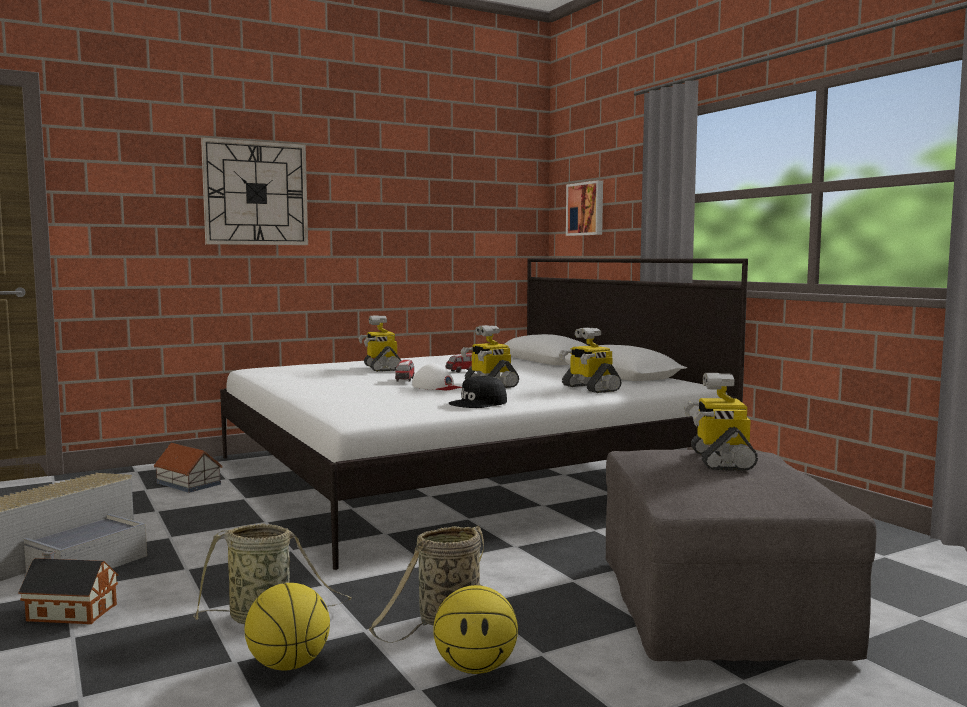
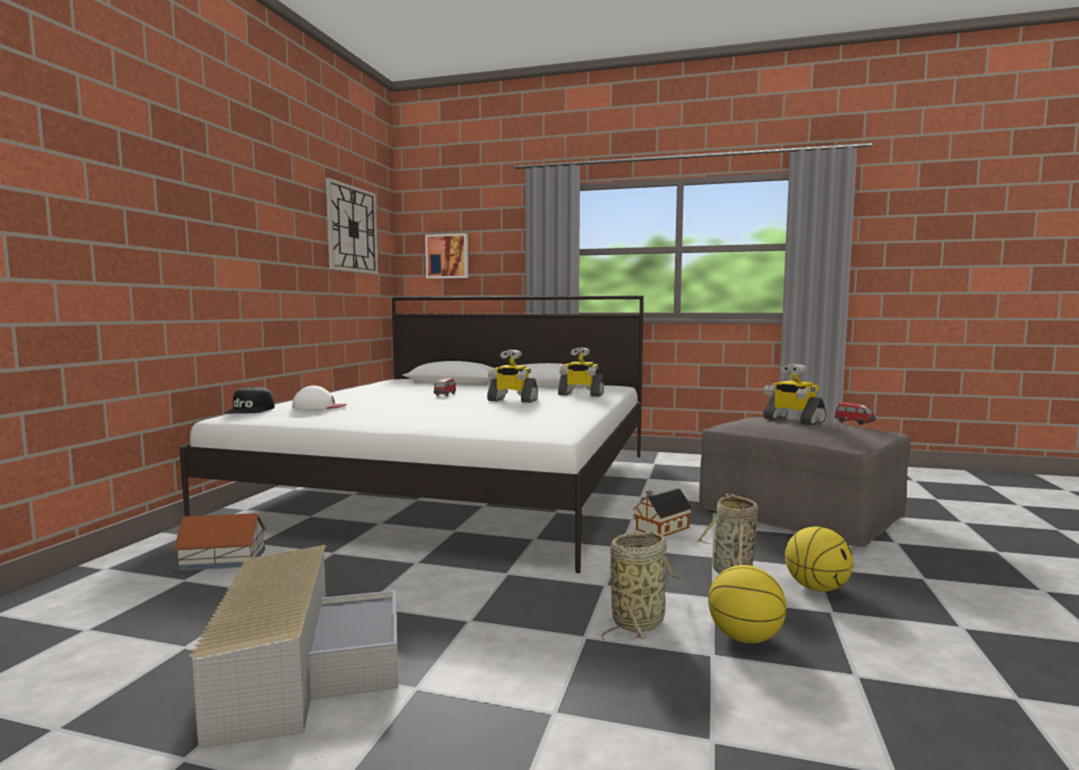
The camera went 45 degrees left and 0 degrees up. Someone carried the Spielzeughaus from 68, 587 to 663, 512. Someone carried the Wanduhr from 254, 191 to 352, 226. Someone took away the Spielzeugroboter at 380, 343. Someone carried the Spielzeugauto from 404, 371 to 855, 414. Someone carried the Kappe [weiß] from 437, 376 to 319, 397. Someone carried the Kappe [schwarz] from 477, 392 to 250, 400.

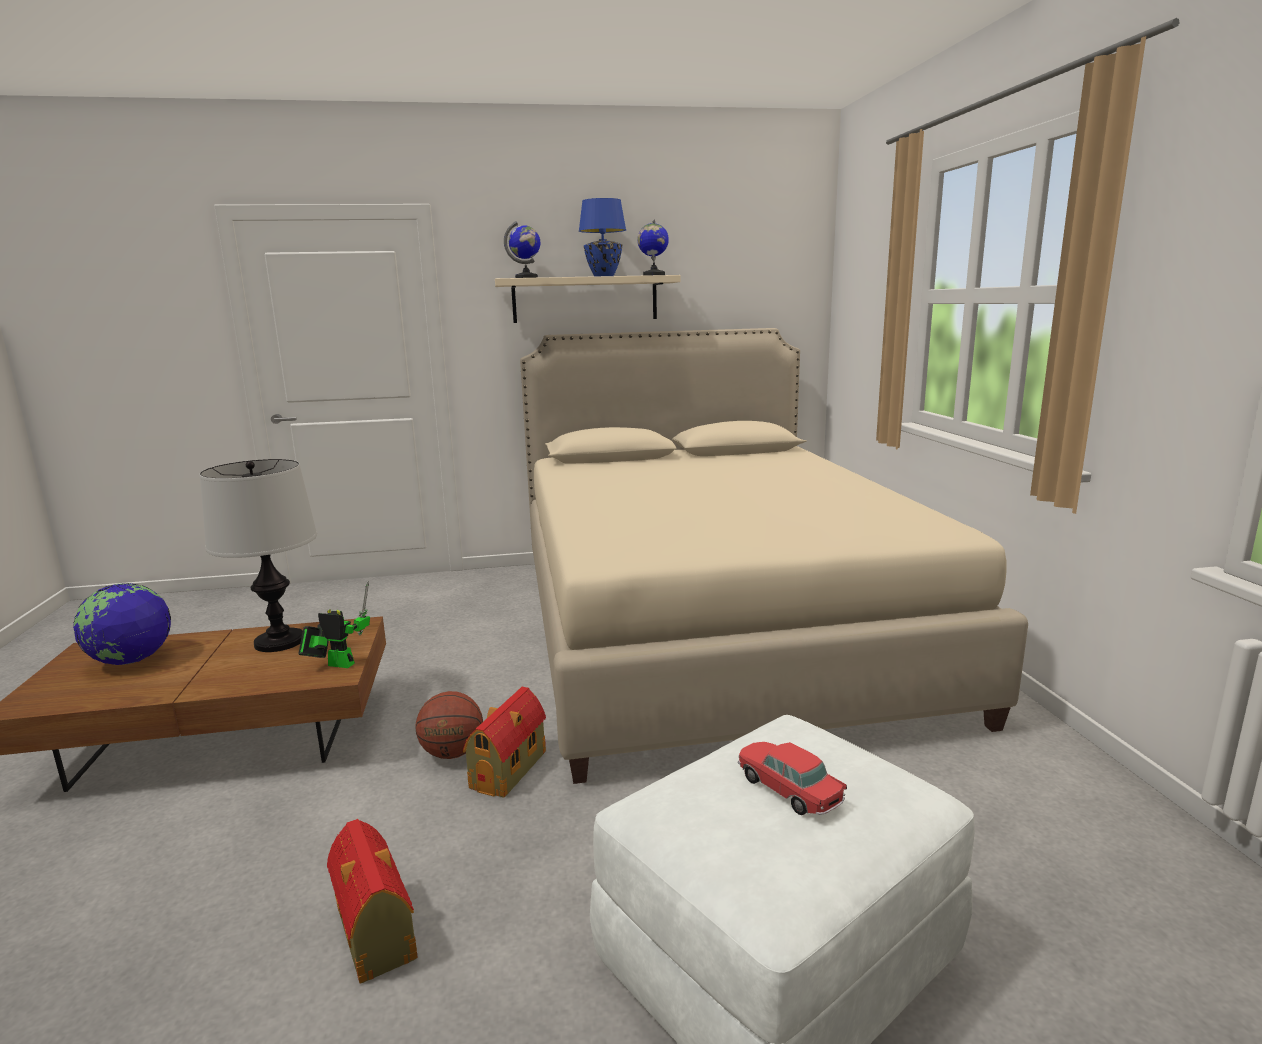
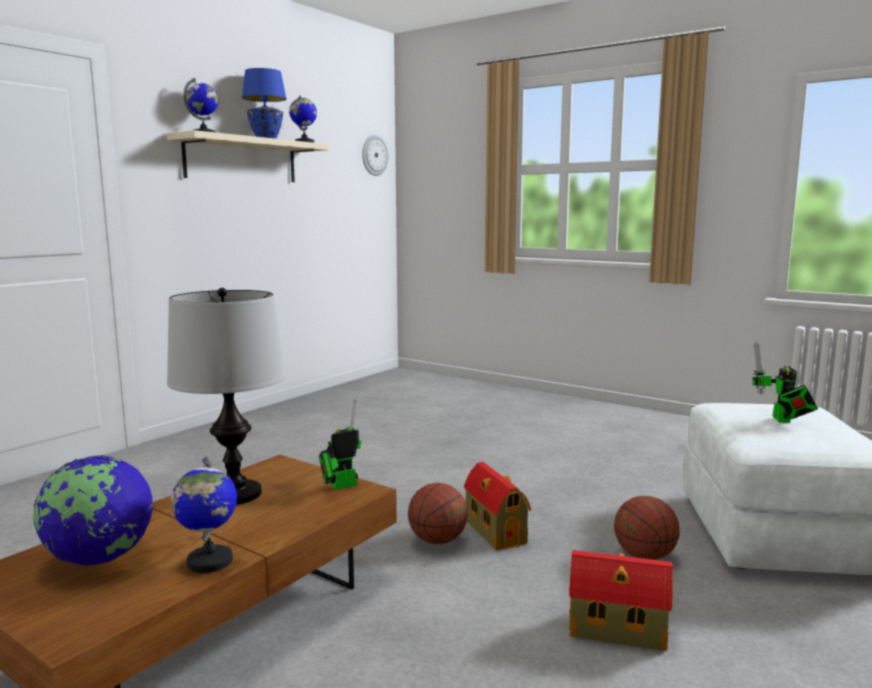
The camera went 45 degrees left and 5 degrees down. Someone took away the Bett [beige] at 774, 556. Someone swapped the Spielzeugauto at 792, 778 for the Spielzeugroboter at 785, 382. Someone put down the Globus at 204, 514. Someone put up the Wanduhr at 375, 155. Someone put down the Basketball at 647, 528.

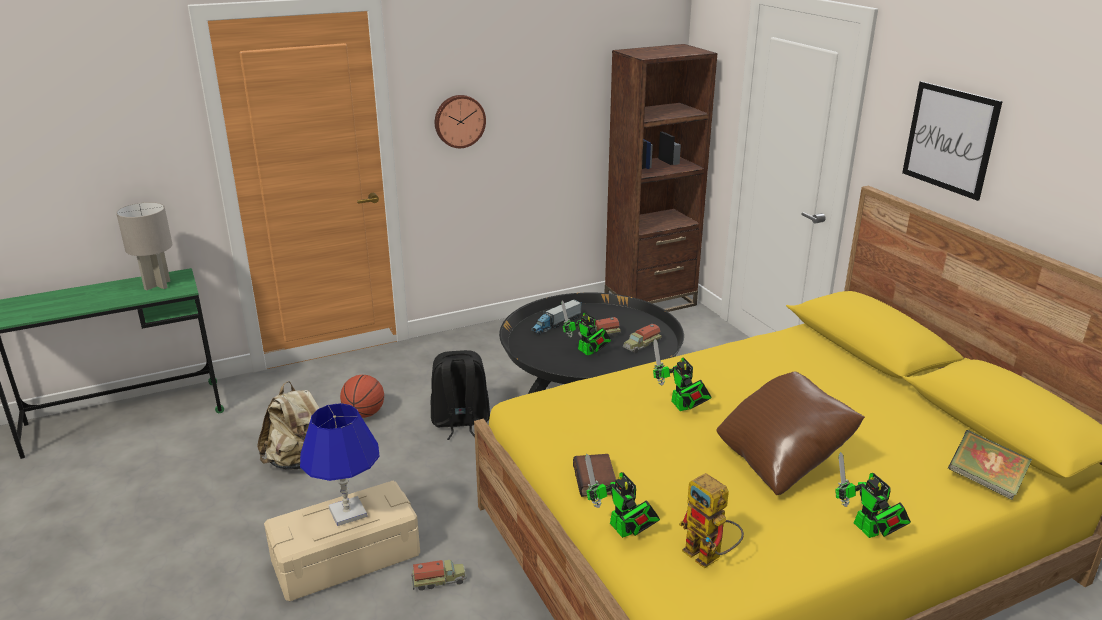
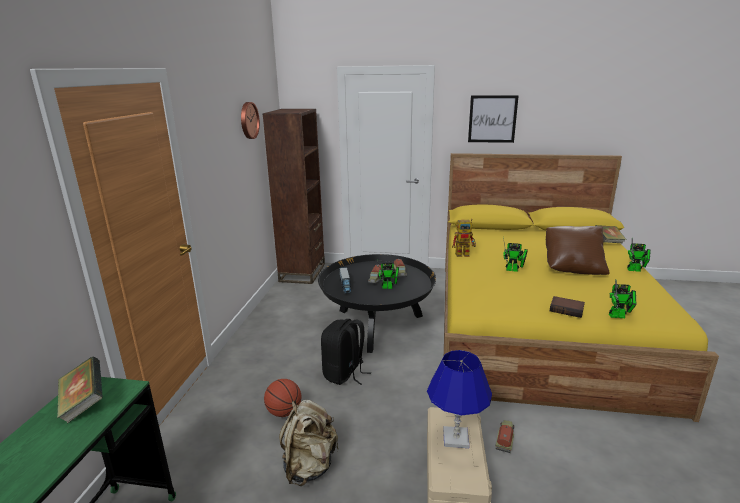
The camera went 55 degrees left and 5 degrees down. Someone swapped the Tischlampe [grau] at 144, 246 for the Buch at 80, 390. Someone carried the Wanduhr from 460, 121 to 250, 120. Someone carried the Spielzeugroboter from 711, 520 to 464, 238.

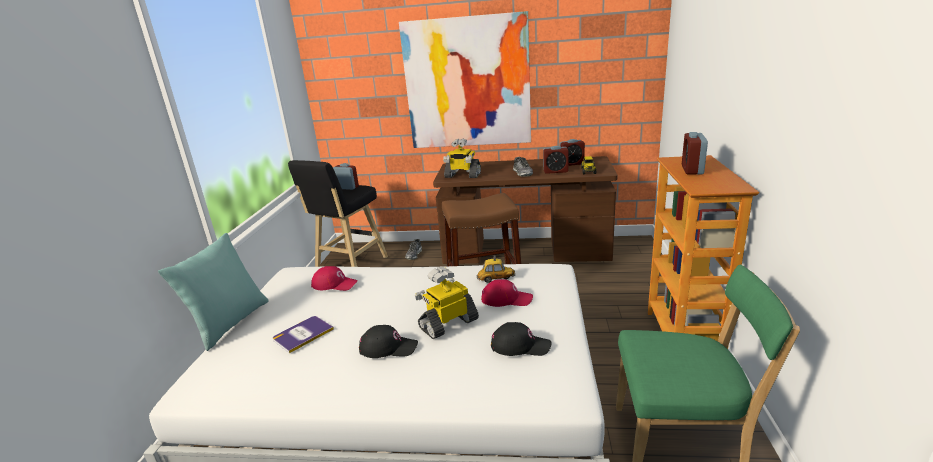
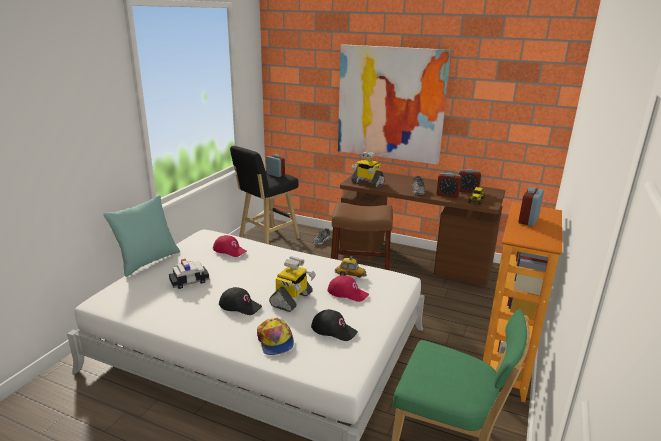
The camera went 15 degrees right and 0 degrees up. Someone swapped the Buch at 303, 334 for the Spielzeugauto at 189, 274. Someone rotated the Spielzeugroboter at 447, 303 by 135 degrees clockwise. Someone put down the Kappe at 275, 336.

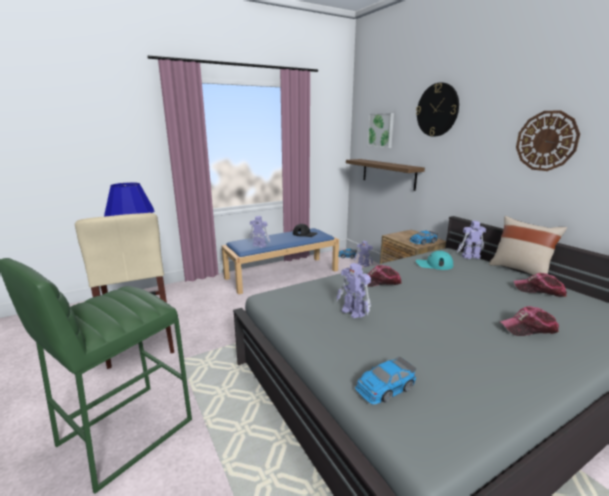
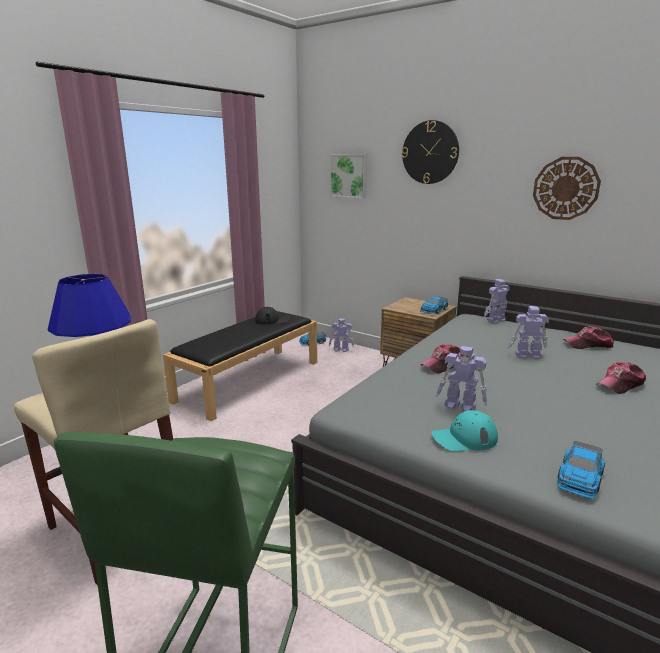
The camera went 25 degrees left and 0 degrees up. Someone repainted the Bank [blau] at 280, 261, which became the Bank [schwarz] at 240, 366. Someone carried the Spielzeugroboter from 260, 232 to 528, 332. Someone took away the Wandregal at 385, 175. Someone carried the Kappe [türkis] from 434, 260 to 465, 431. Someone took away the Kissen [beige] at 528, 245.

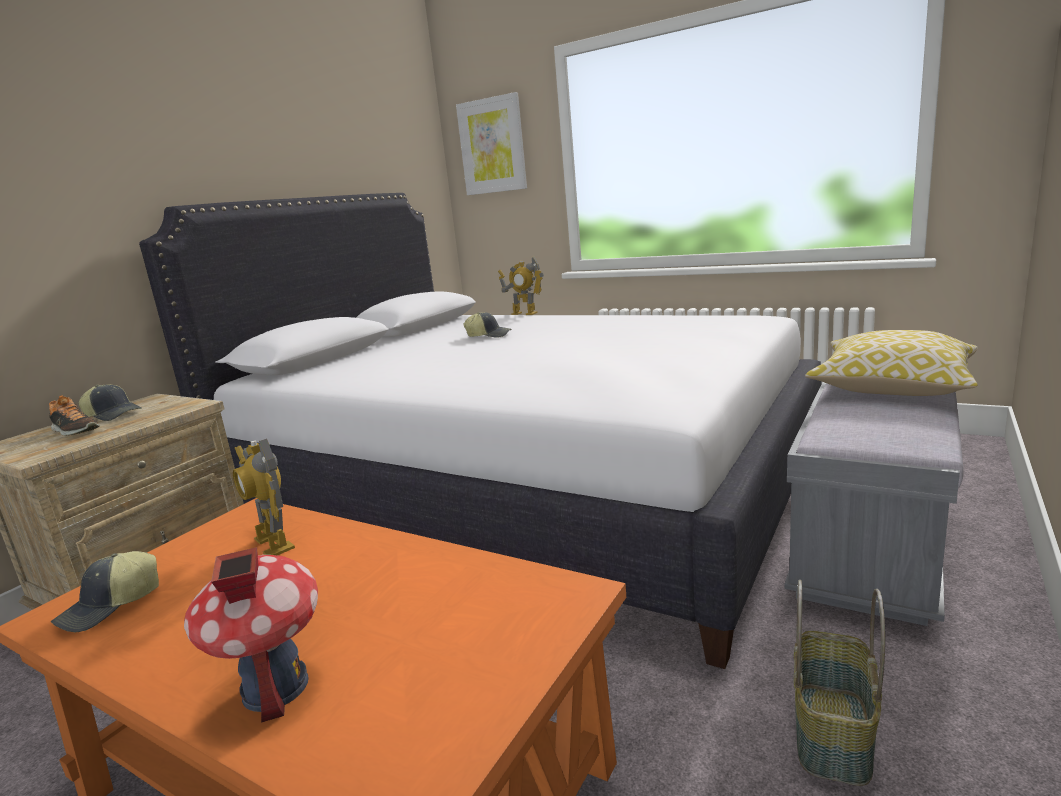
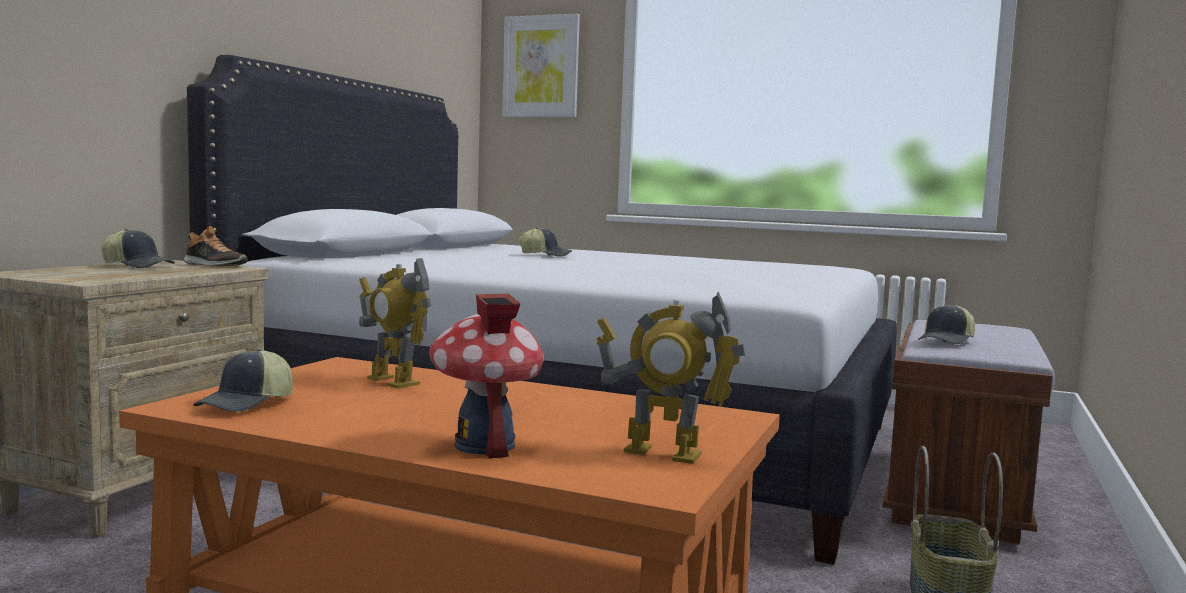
The camera went 10 degrees left and 10 degrees down. Someone carried the Schuh from 74, 415 to 216, 246. Someone carried the Spielzeugroboter from 521, 285 to 671, 378. Someone repainted the Bank [grau] at 874, 504, which became the Bank [braun] at 969, 432. Someone took away the Kissen at 891, 363. Someone put down the Kappe at 946, 324.

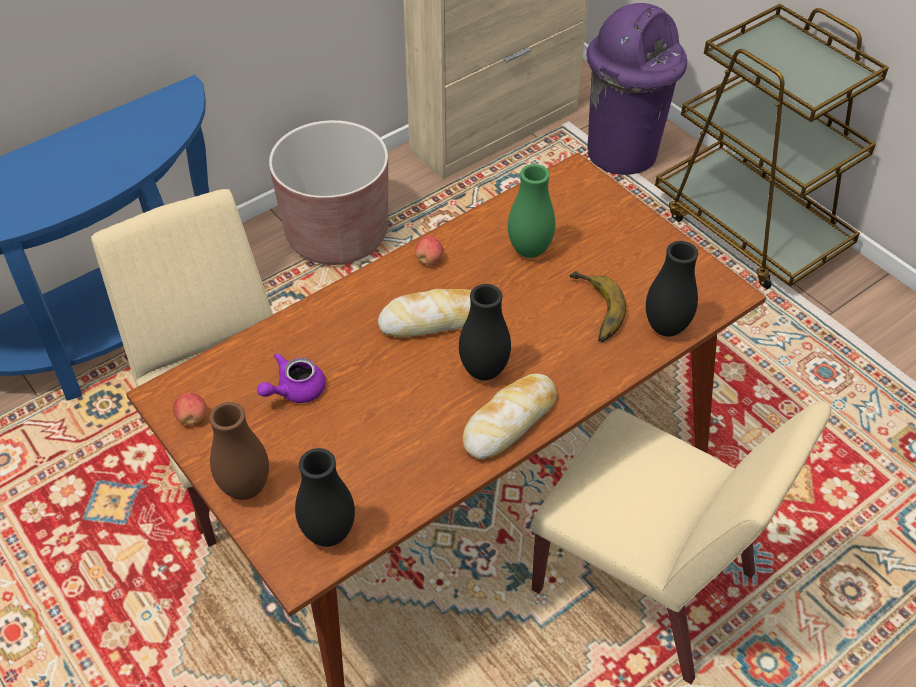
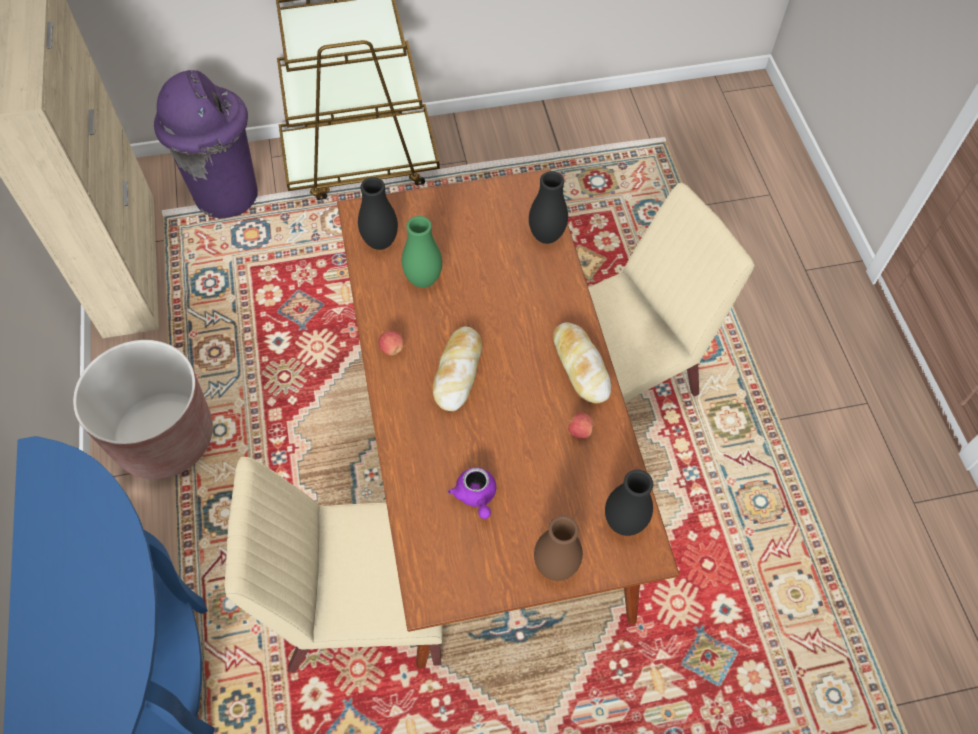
The camera went 65 degrees left and 10 degrees up. Someone carried the Apfel from 190, 409 to 581, 426. Someone carried the Vase [schwarz] from 485, 332 to 378, 213. Someone took away the Banane at 597, 306.

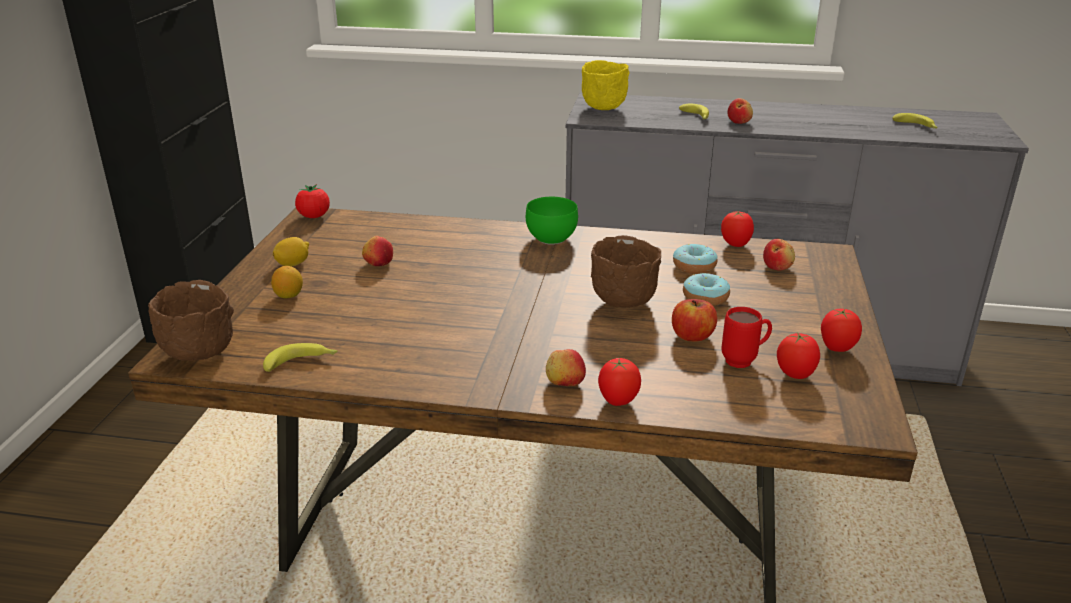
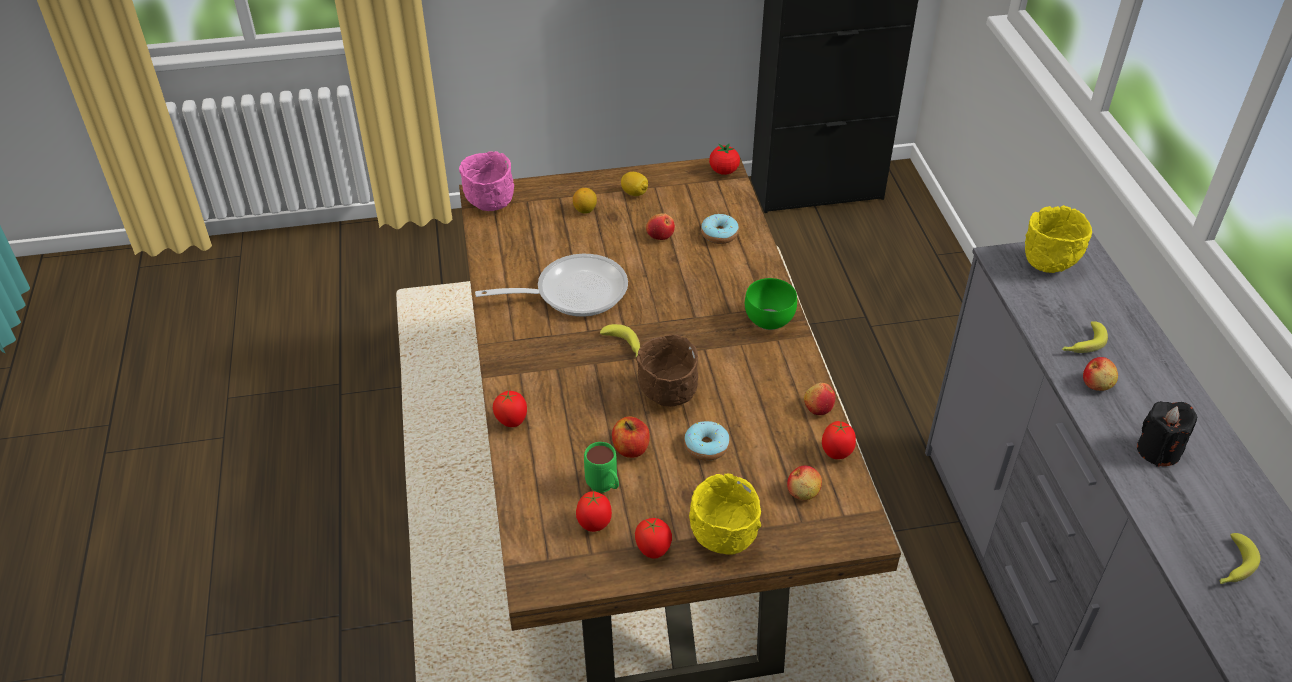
The camera went 70 degrees right and 15 degrees up. Someone repainted the Schüssel [braun] at 191, 320, which became the Schüssel [rosa] at 486, 181. Someone carried the Banane from 300, 357 to 620, 340. Someone carried the Apfel from 566, 367 to 819, 399. Someone carried the Donut from 695, 259 to 720, 229. Someone repainted the Henkelbecher [rot] at 747, 337, which became the Henkelbecher [grün] at 601, 467. Someone put down the Pfanne at 551, 285. Someone put down the Schüssel [gelb] at 725, 514. Someone put down the Kerze [schwarz] at 1167, 434.

